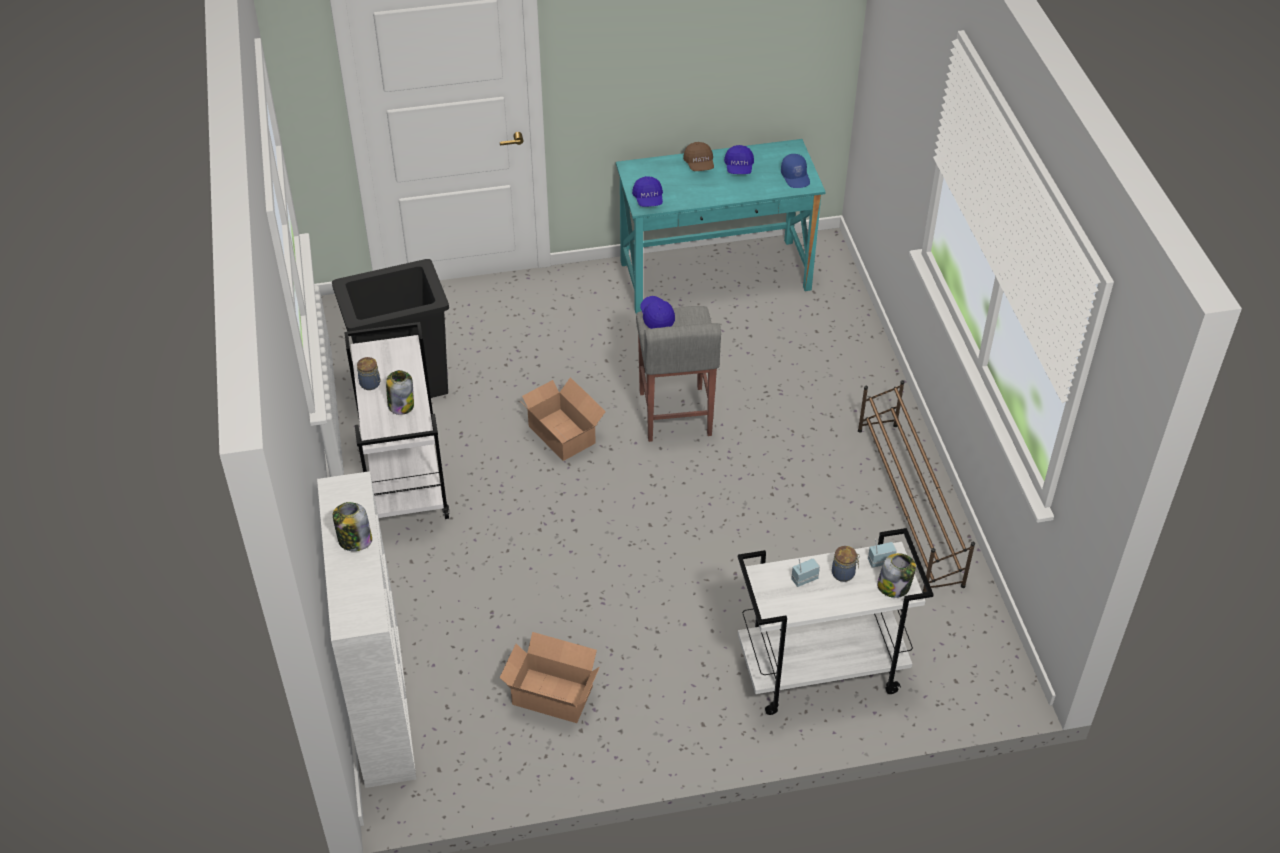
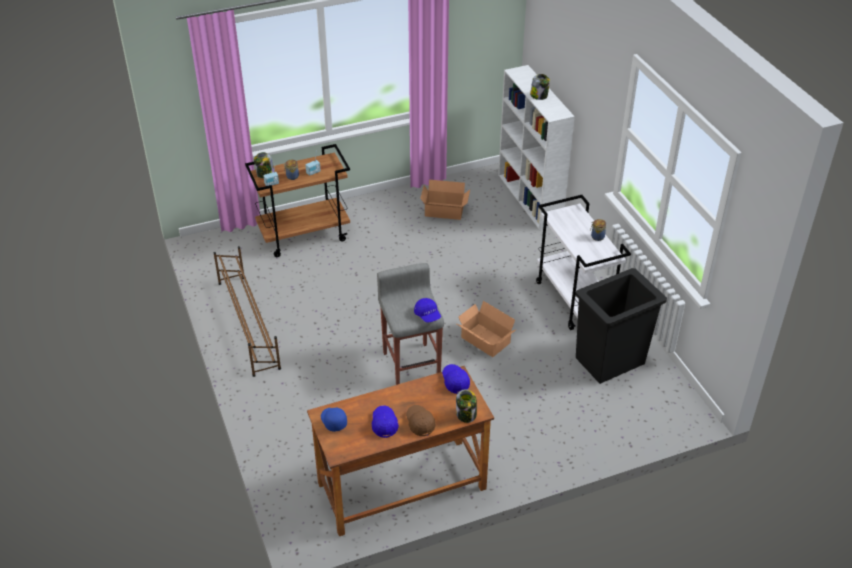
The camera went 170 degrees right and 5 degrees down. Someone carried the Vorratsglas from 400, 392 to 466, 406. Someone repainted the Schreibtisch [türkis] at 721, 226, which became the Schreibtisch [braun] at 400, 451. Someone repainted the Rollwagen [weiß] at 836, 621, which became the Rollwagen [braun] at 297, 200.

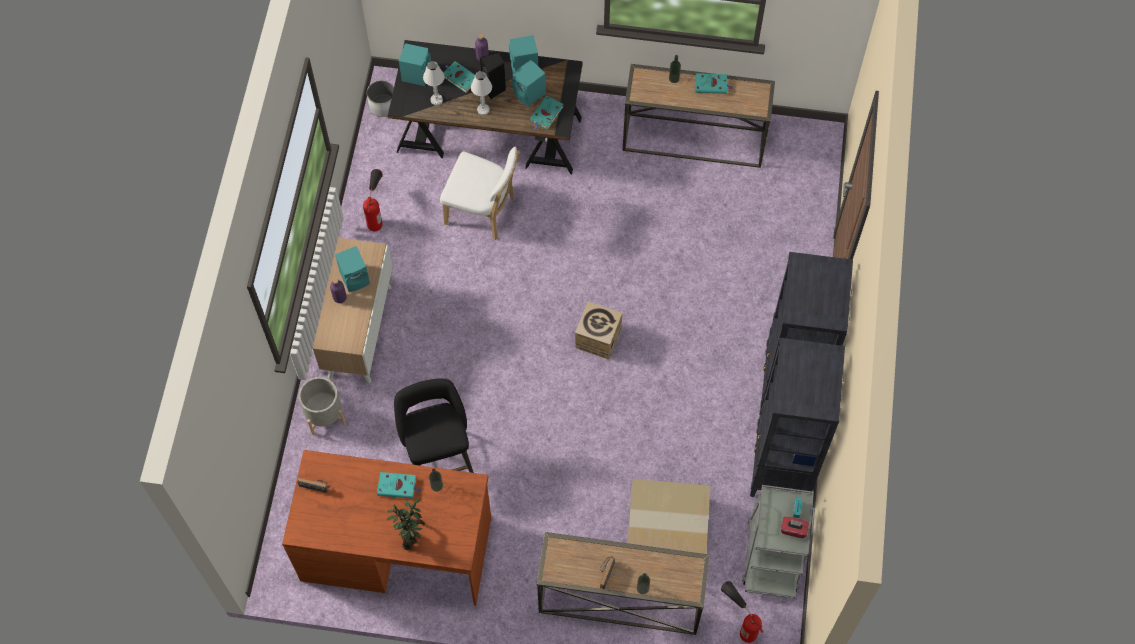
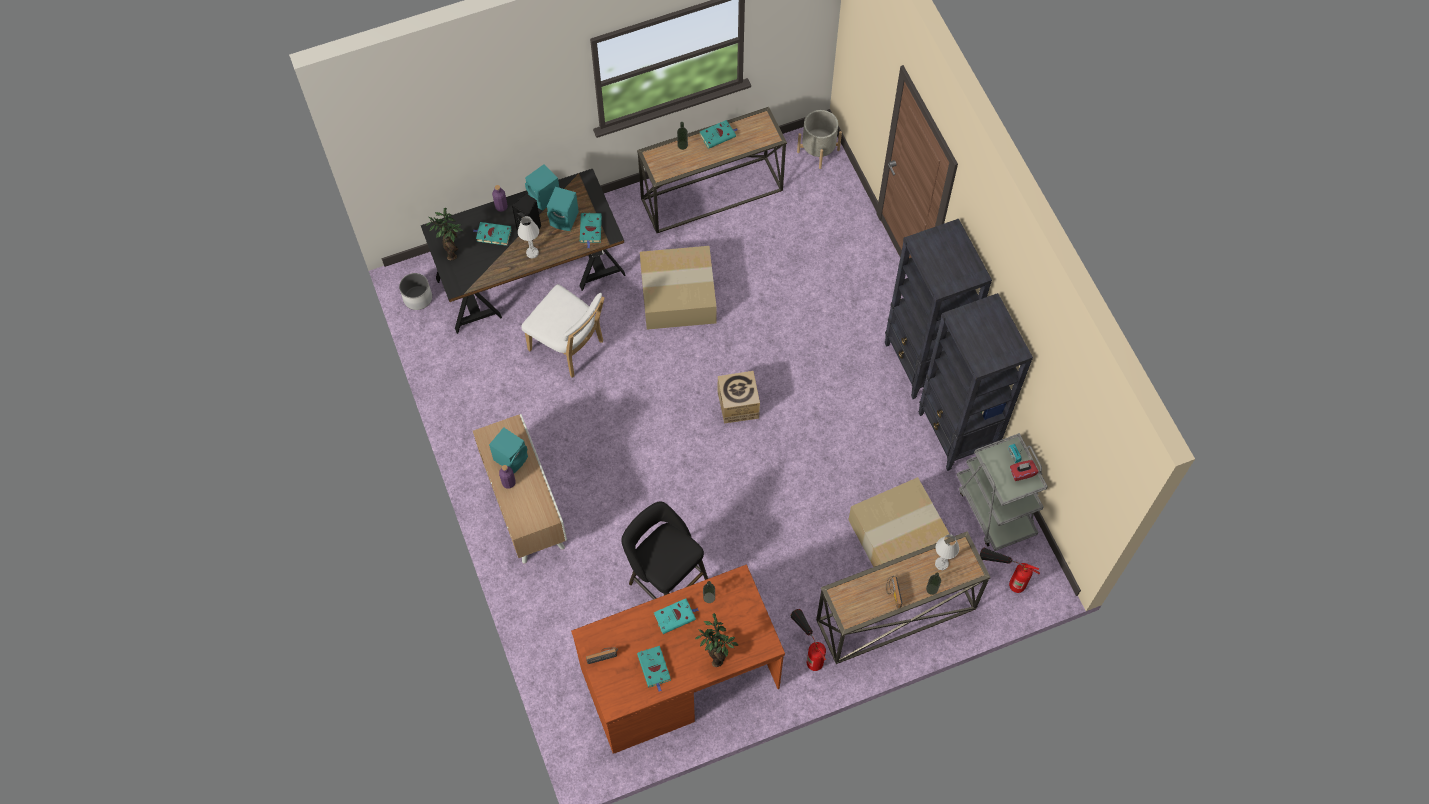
The camera went 30 degrees left and 0 degrees up. Someone carried the Pflanzkübel [grau] from 322, 406 to 819, 139. Someone carried the Feuerlöscher from 373, 200 to 808, 640. Someone swapped the Lautsprecher [türkis] at 415, 64 for the Topfpflanze at 444, 234. Someone carried the Tischlampe [weiß] from 434, 83 to 947, 552. Someone rotated the Stuhl [weiß] at 480, 193 by 45 degrees clockwise. Someone put down the Buch [türkis] at 654, 668. Someone put down the Karton at 678, 288.

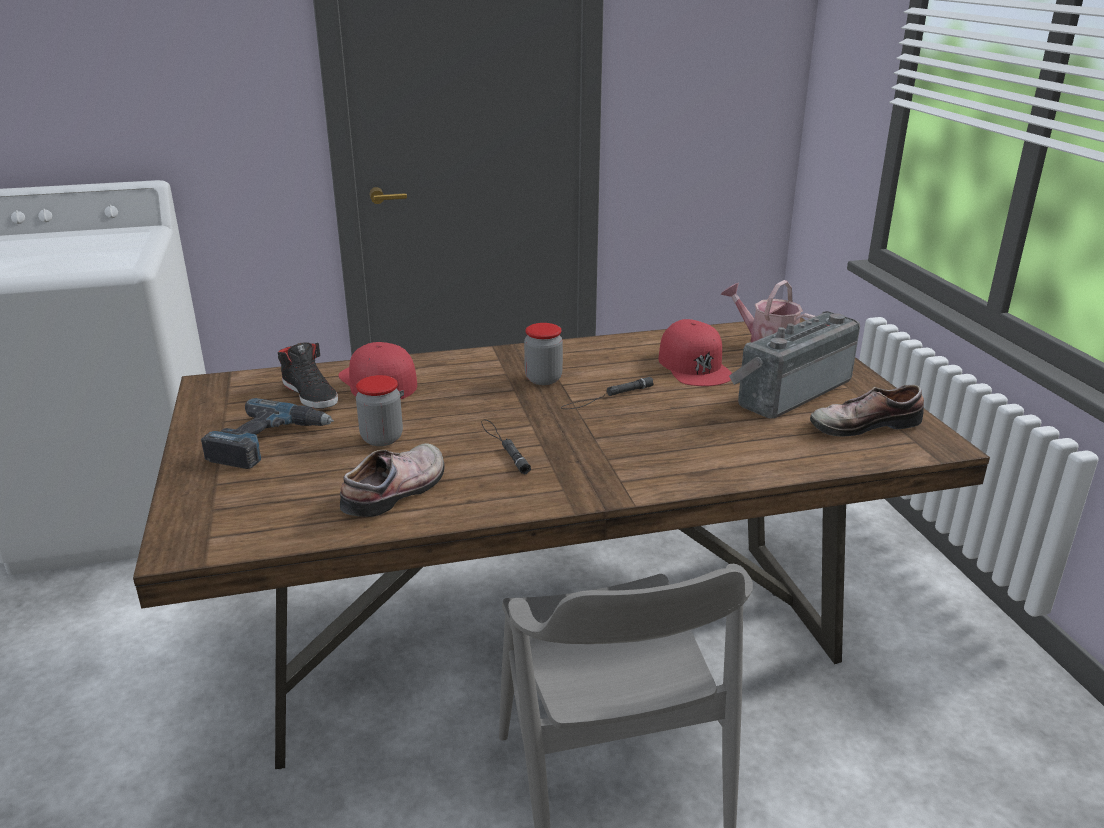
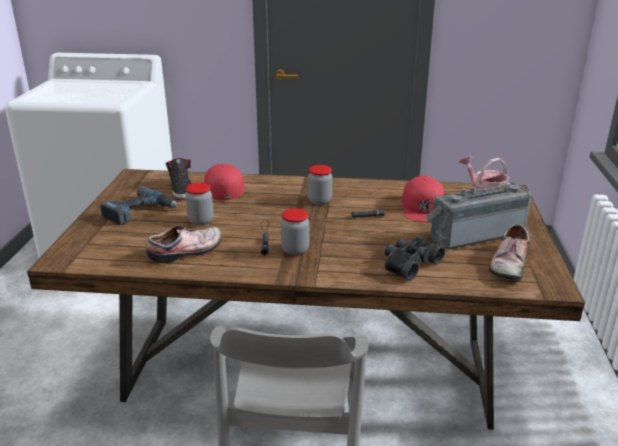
The camera went 20 degrees right and 0 degrees up. Someone rotated the Schuh at 867, 411 by 75 degrees counterclockwise. Someone put down the Vorratsglas at 295, 232. Someone put down the Fernglas [schwarz] at 415, 258.

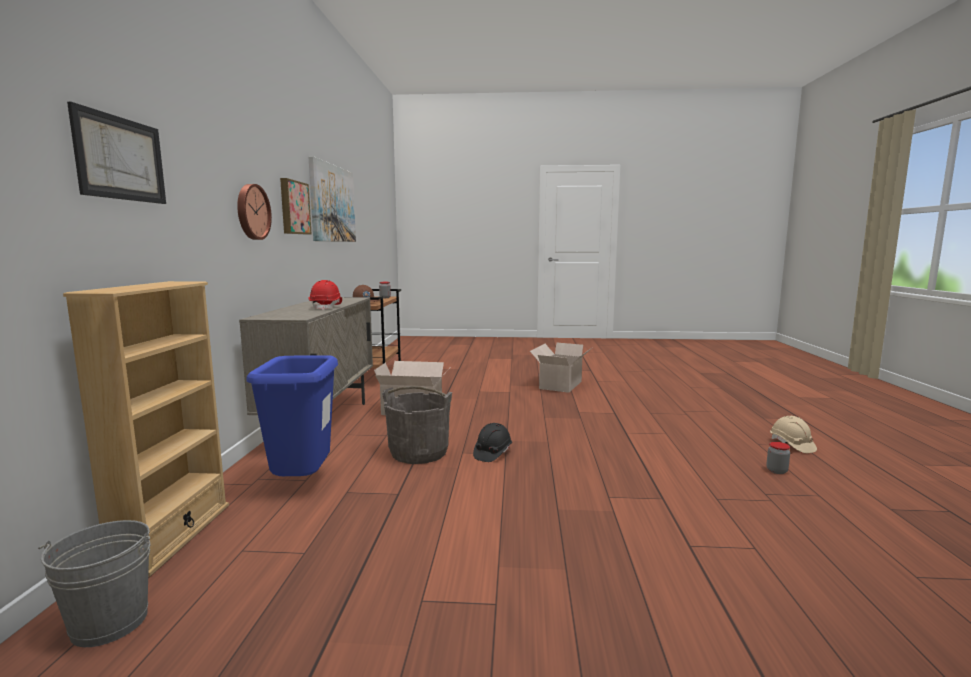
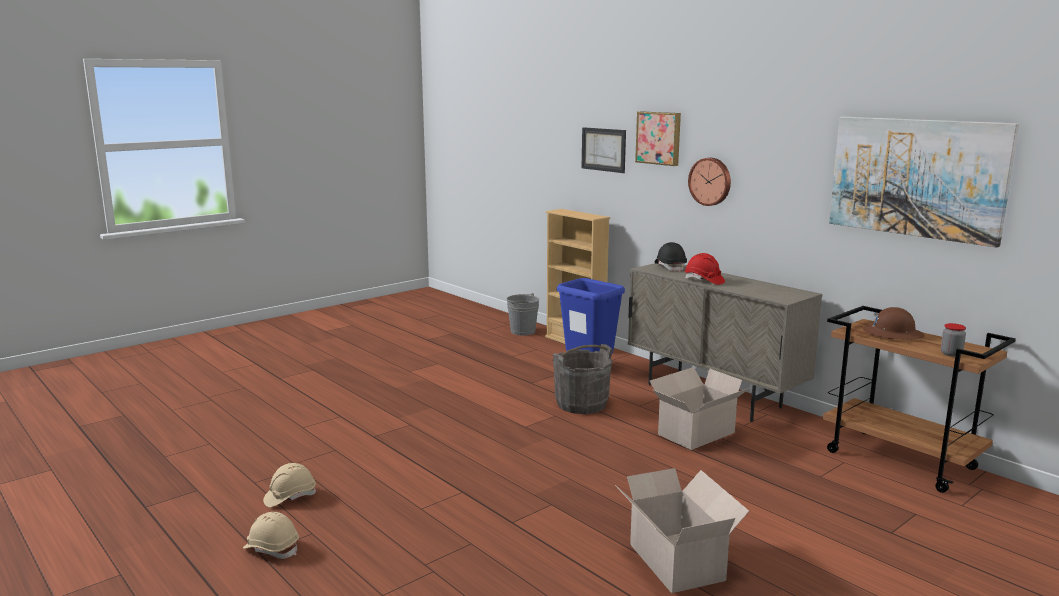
The camera went 135 degrees right and 5 degrees up. Someone carried the Bild from 296, 206 to 658, 138. Someone carried the Schutzhelm [schwarz] from 492, 442 to 671, 257. Someone swapped the Vorratsglas at 778, 458 for the Schutzhelm [beige] at 289, 485.

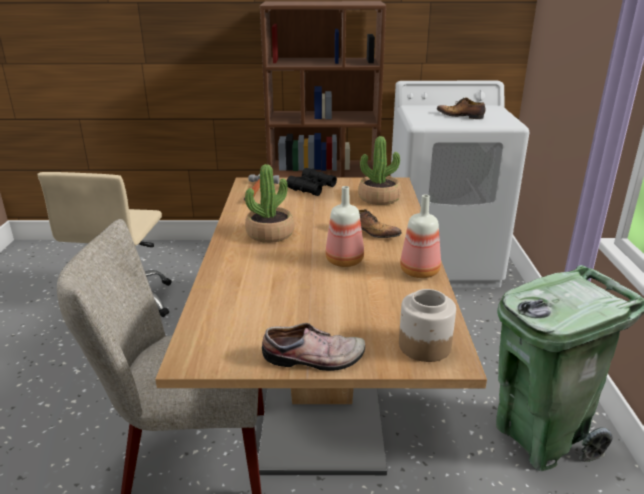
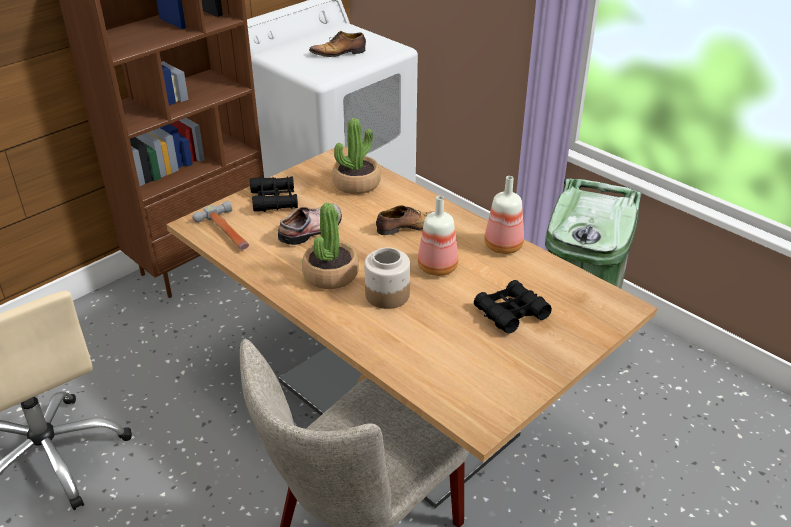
The camera went 45 degrees left and 10 degrees up. Someone carried the Schuh from 313, 347 to 310, 224. Someone carried the Vorratsglas from 427, 325 to 387, 278. Someone put down the Fernglas [schwarz] at 513, 307.

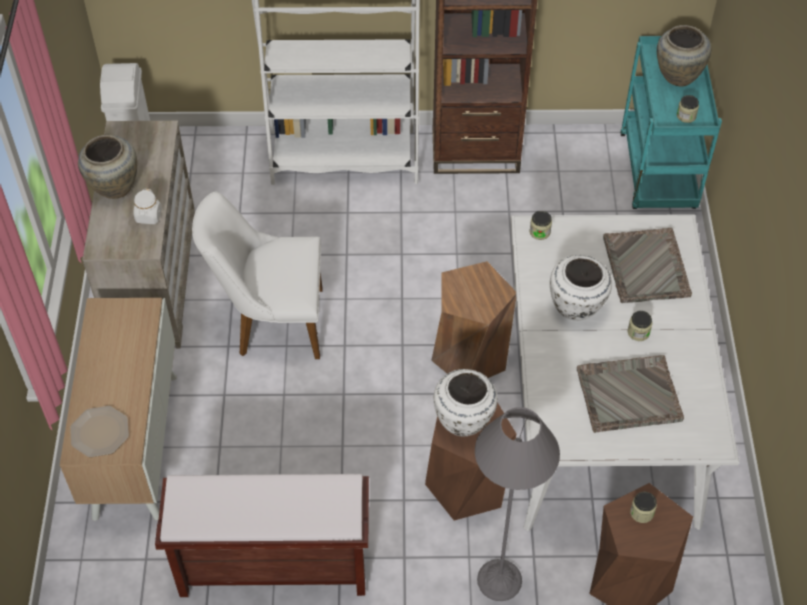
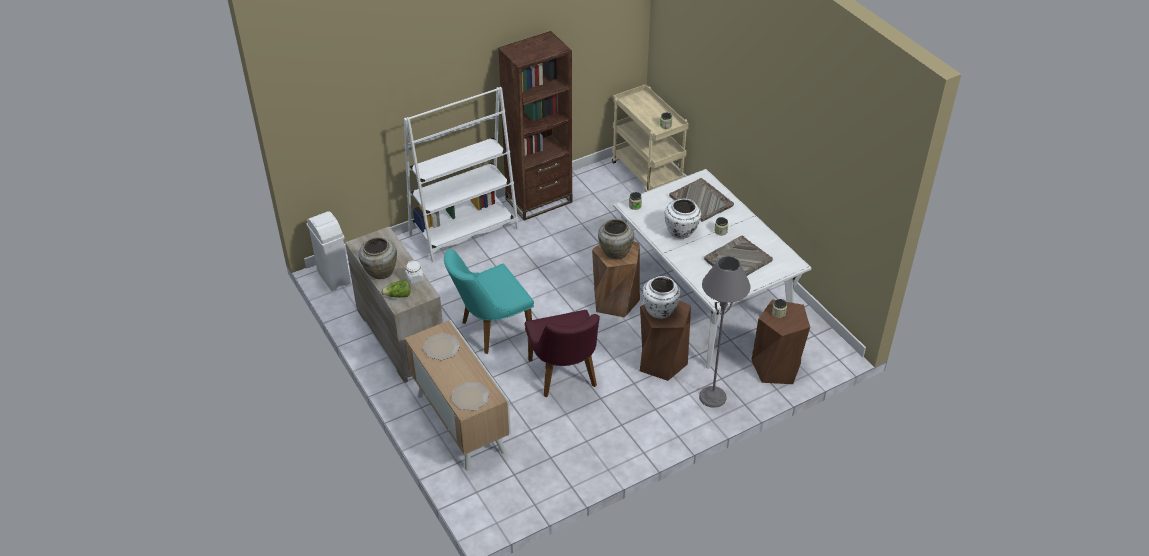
The camera went 30 degrees left and 10 degrees down. Someone took away the Bank [braun] at 262, 535. Someone repainted the Stuhl [weiß] at 257, 275, which became the Stuhl [türkis] at 489, 301. Someone repainted the Rollwagen [türkis] at 671, 122, which became the Rollwagen [beige] at 650, 138. Someone carried the Vase [beige] from 684, 55 to 616, 239. Someone put down the Salatkopf at 395, 289. Someone put down the Teller at 441, 346. Someone put down the Stuhl [lila] at 562, 353.

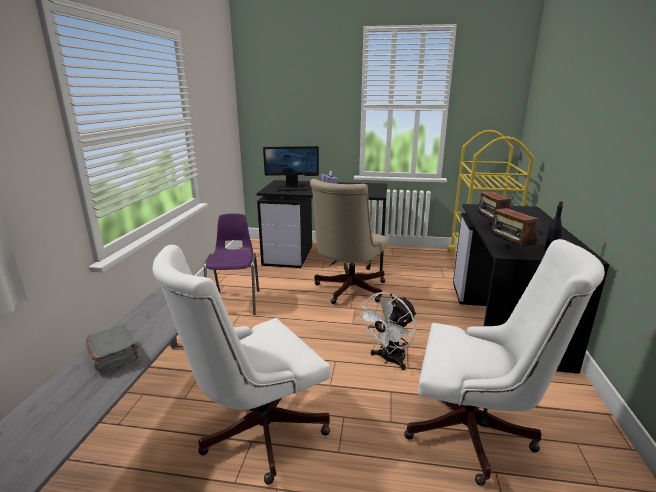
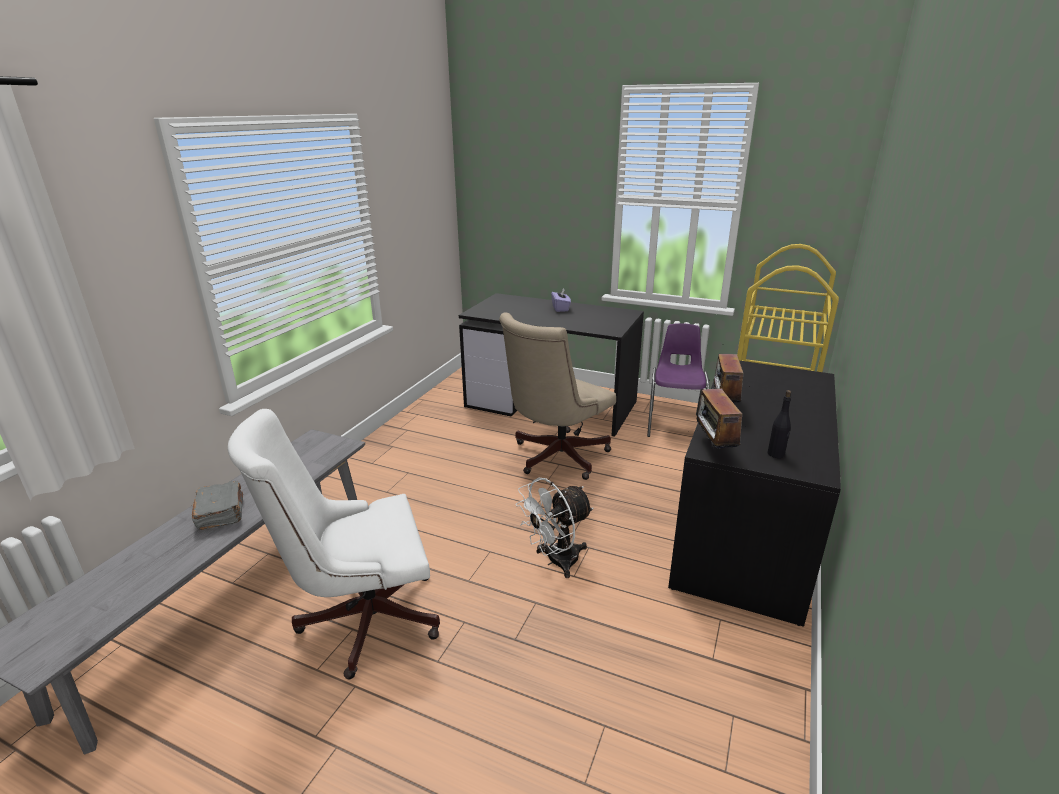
The camera went 15 degrees right and 5 degrees up. Someone carried the Stuhl [lila] from 231, 264 to 678, 380. Someone took away the Monitor at 291, 168. Someone took away the Bürostuhl [weiß] at 504, 362.

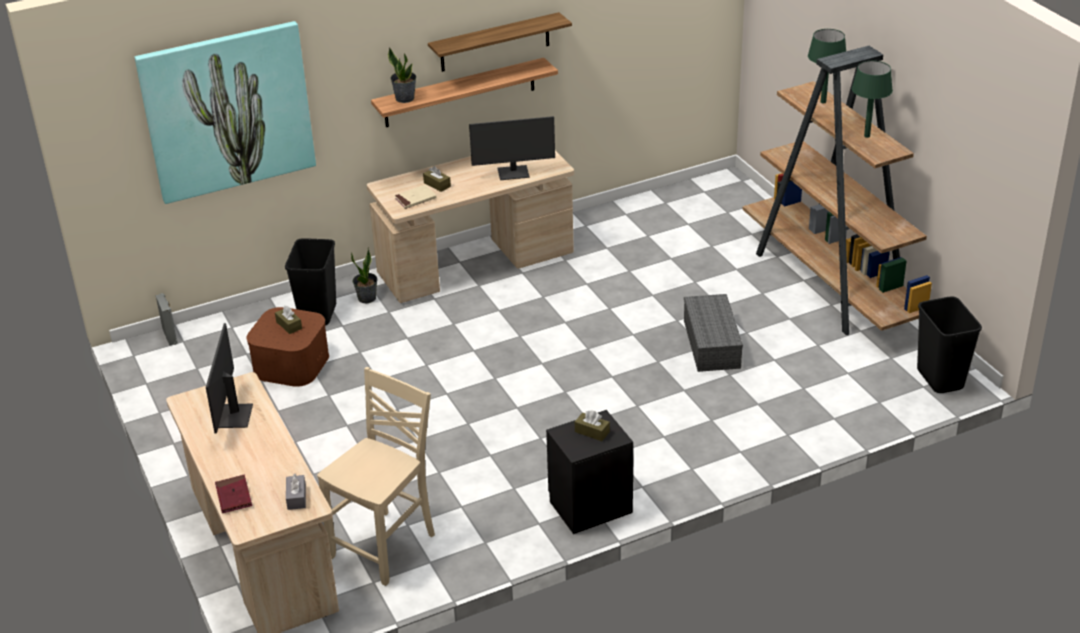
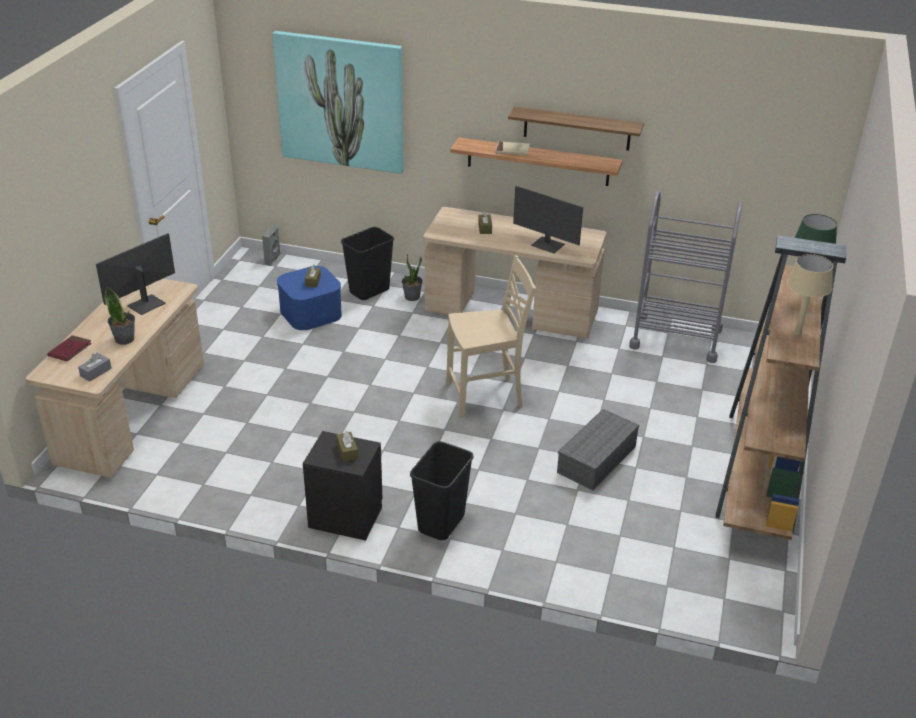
The camera went 40 degrees right and 0 degrees up. Someone repainted the Aufbewahrungsbox [braun] at 287, 347, which became the Aufbewahrungsbox [blau] at 309, 298. Someone carried the Stuhl [beige] from 376, 476 to 491, 336. Someone carried the Topfpflanze from 402, 75 to 120, 316. Someone carried the Buch [beige] from 415, 197 to 512, 148. Someone repainted the Tischlampe [grün] at 872, 99, which became the Tischlampe [beige] at 810, 294. Someone carried the Mülleimer [schwarz] from 949, 344 to 442, 490. Someone put down the Rollwagen [grau] at 685, 277.

